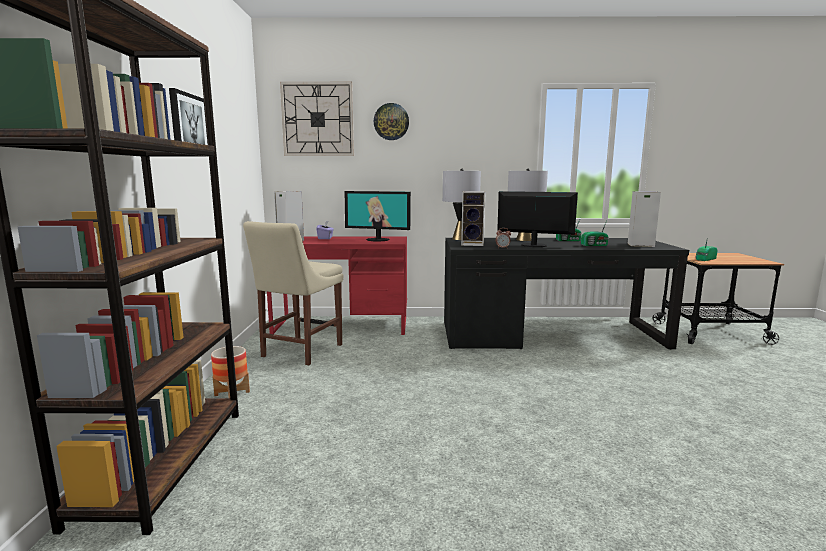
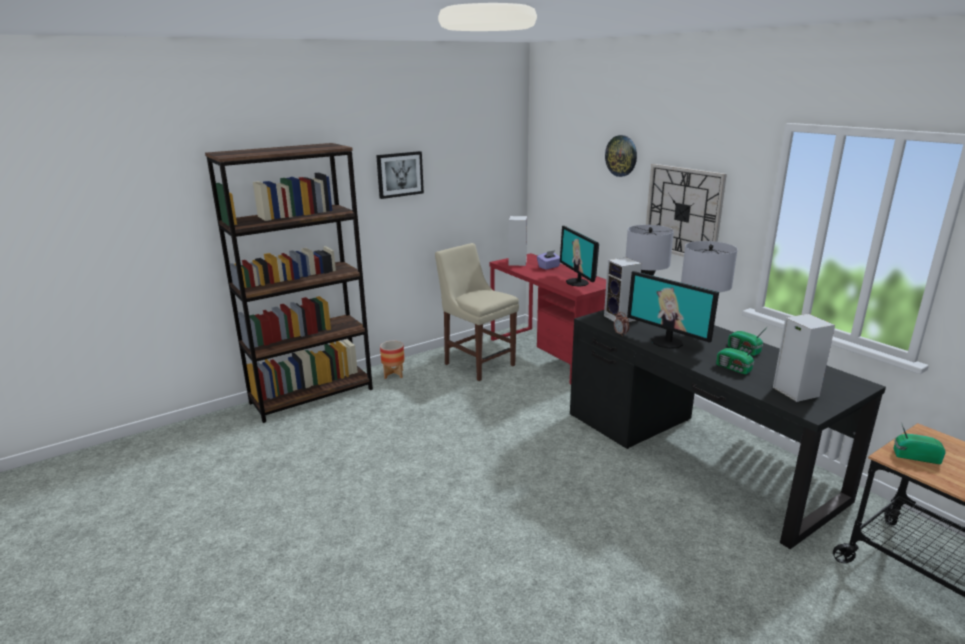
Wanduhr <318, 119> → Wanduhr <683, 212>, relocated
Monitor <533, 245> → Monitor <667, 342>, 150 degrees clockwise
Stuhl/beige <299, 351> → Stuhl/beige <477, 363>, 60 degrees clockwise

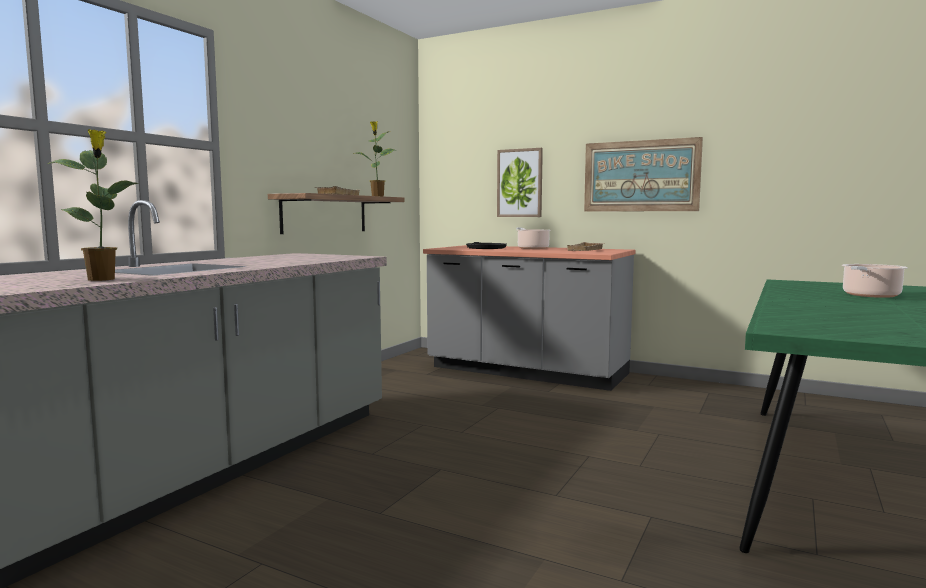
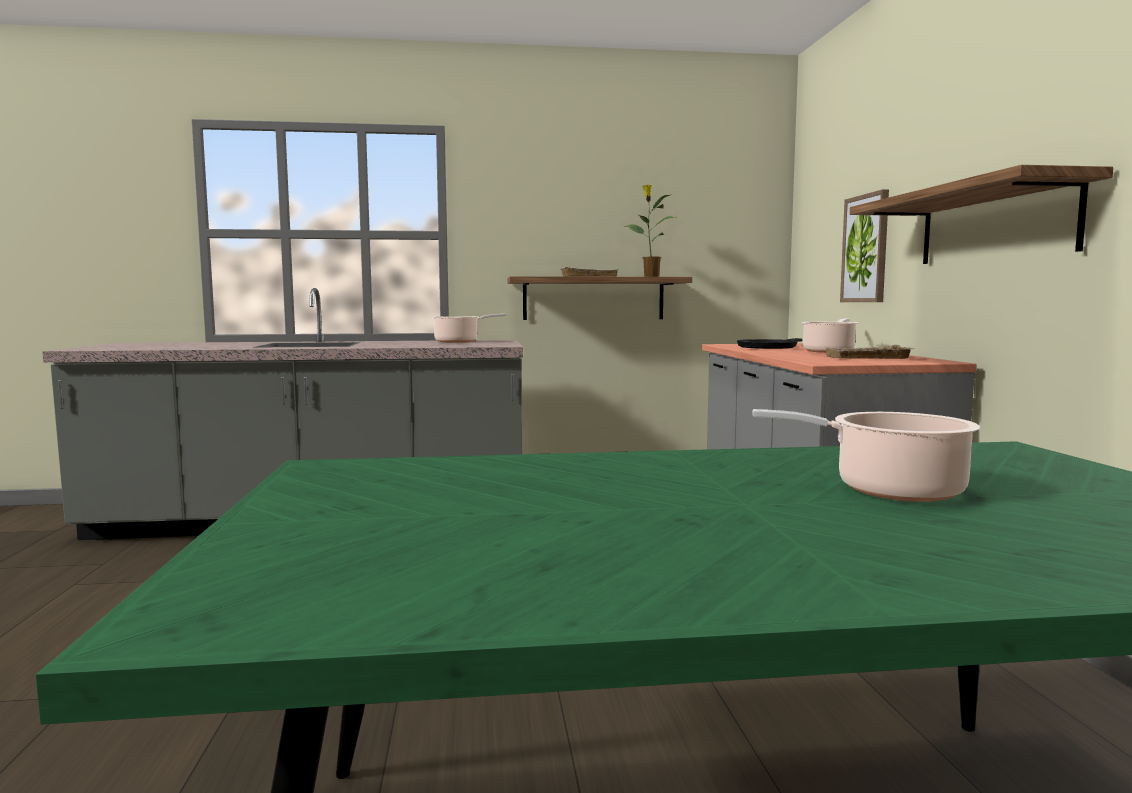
Topfpflanze <103, 279> → -
Bild <640, 176> → Wandregal <994, 224>
- → Kochtopf <459, 341>

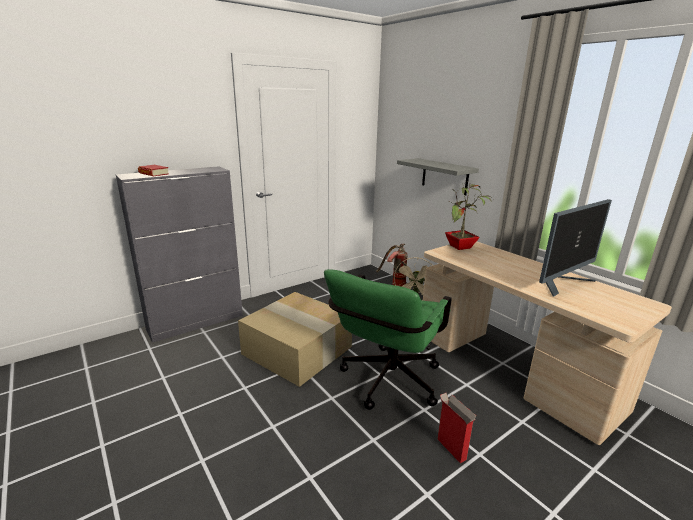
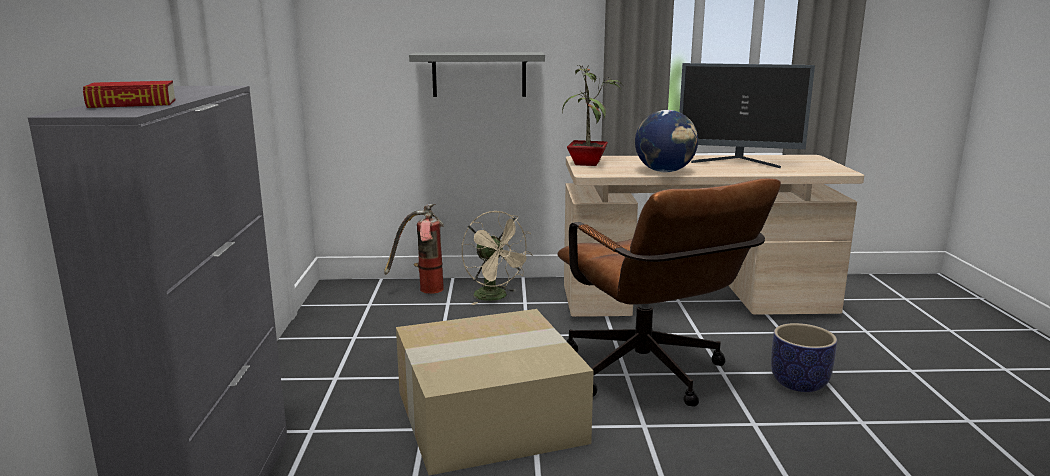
Monitor <562, 283> → Monitor <738, 162>, 105 degrees clockwise
Bürostuhl/grün <386, 383> → Bürostuhl/braun <650, 377>
Karton <450, 448> → Pflanzkübel <799, 383>
- → Globus <665, 171>

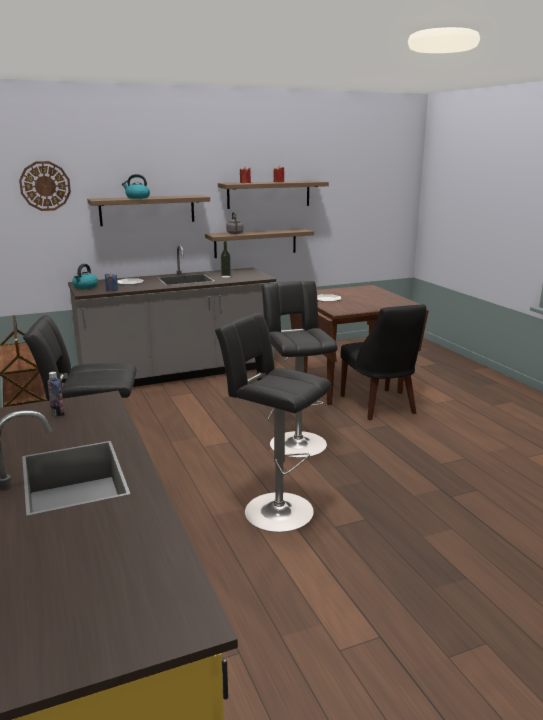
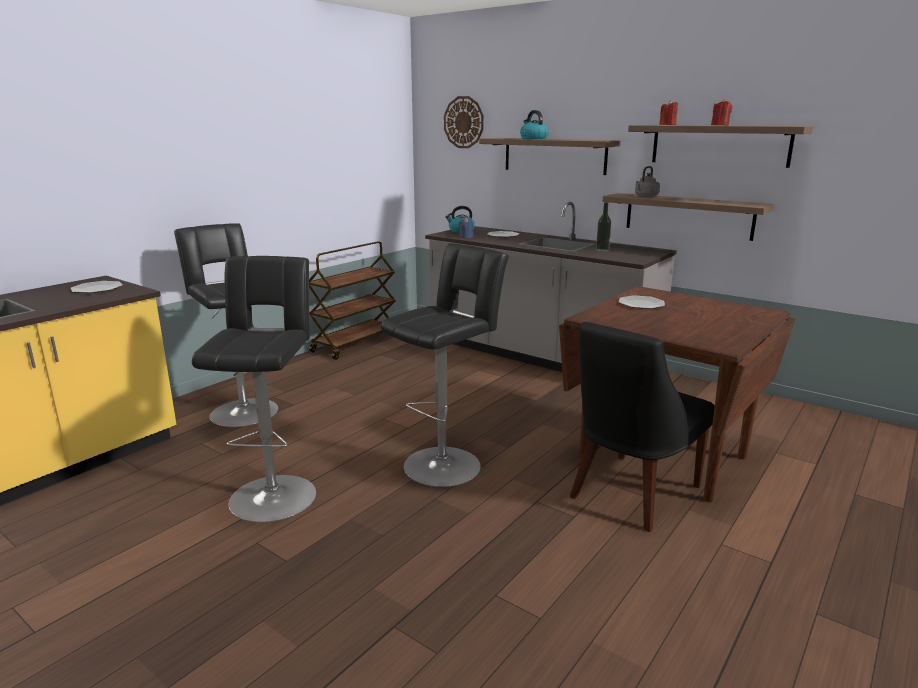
Flasche <57, 413> → Teller <97, 288>

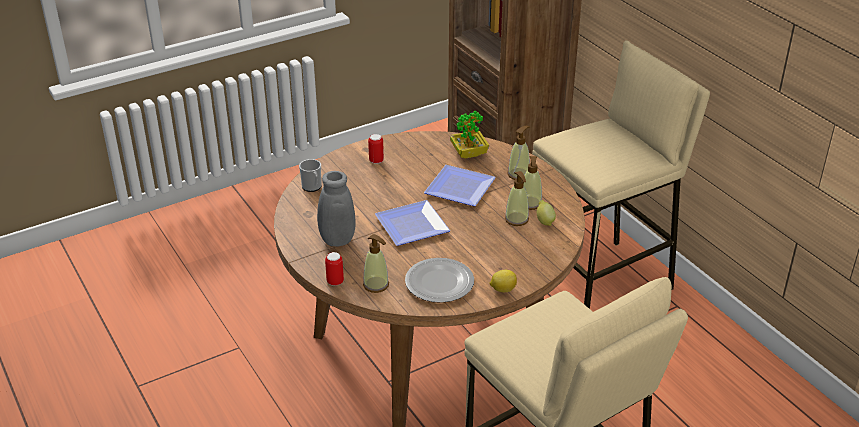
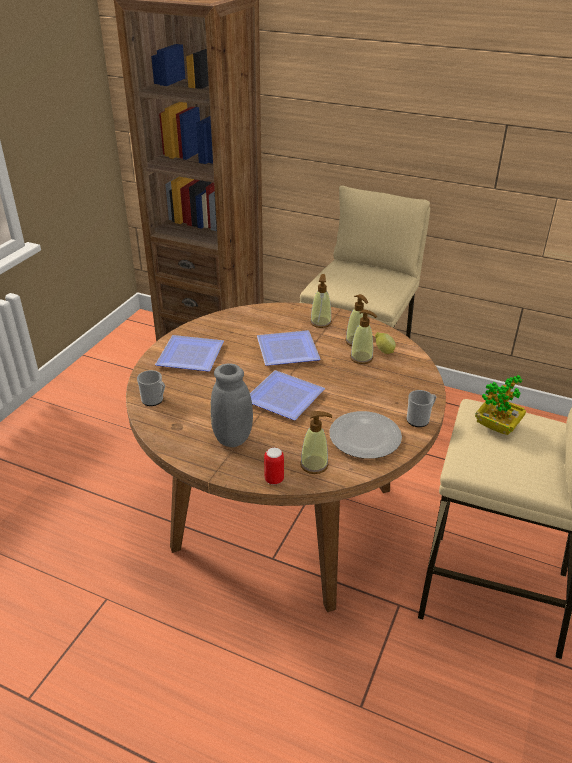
Topfpflanze <469, 153> → Topfpflanze <497, 426>, relocated
Dose <376, 161> → Teller <189, 354>
Zitrone <502, 289> → Henkelbecher <420, 419>

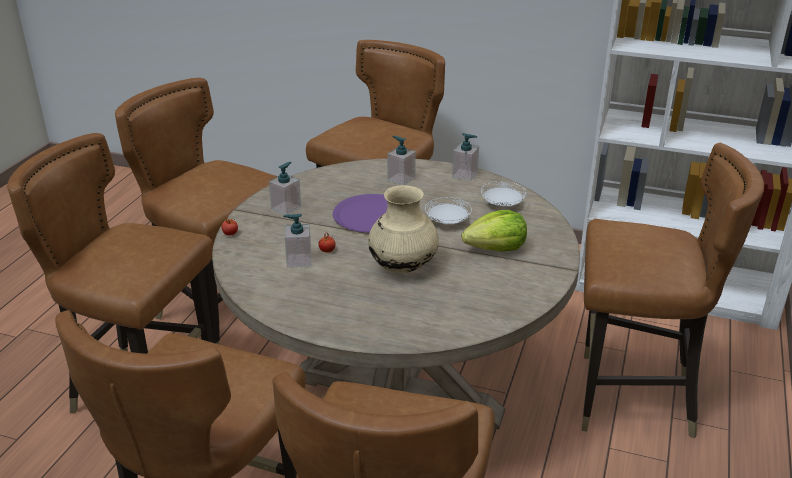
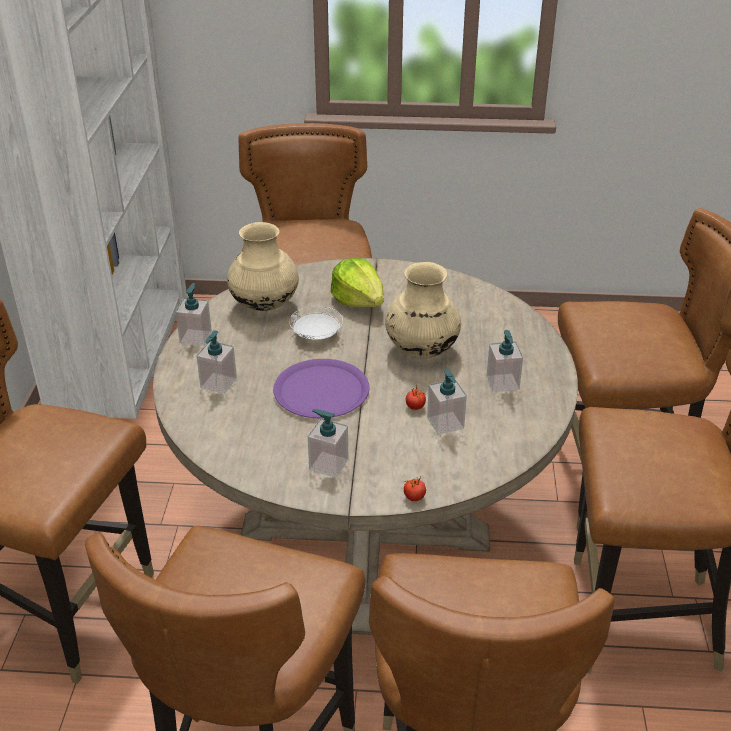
Teller/weiß <502, 205> → Vase/beige <265, 305>
- → Seifenspender <502, 383>

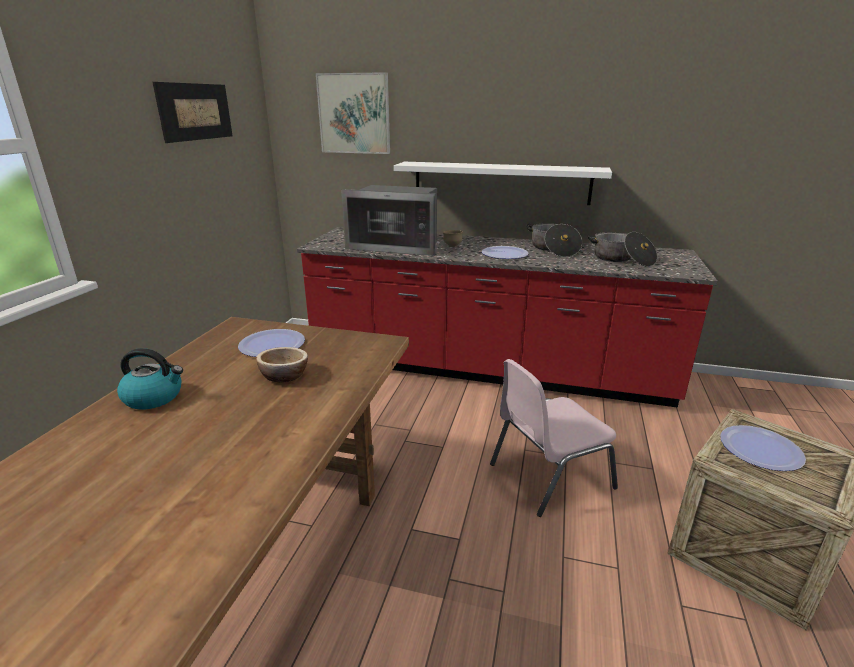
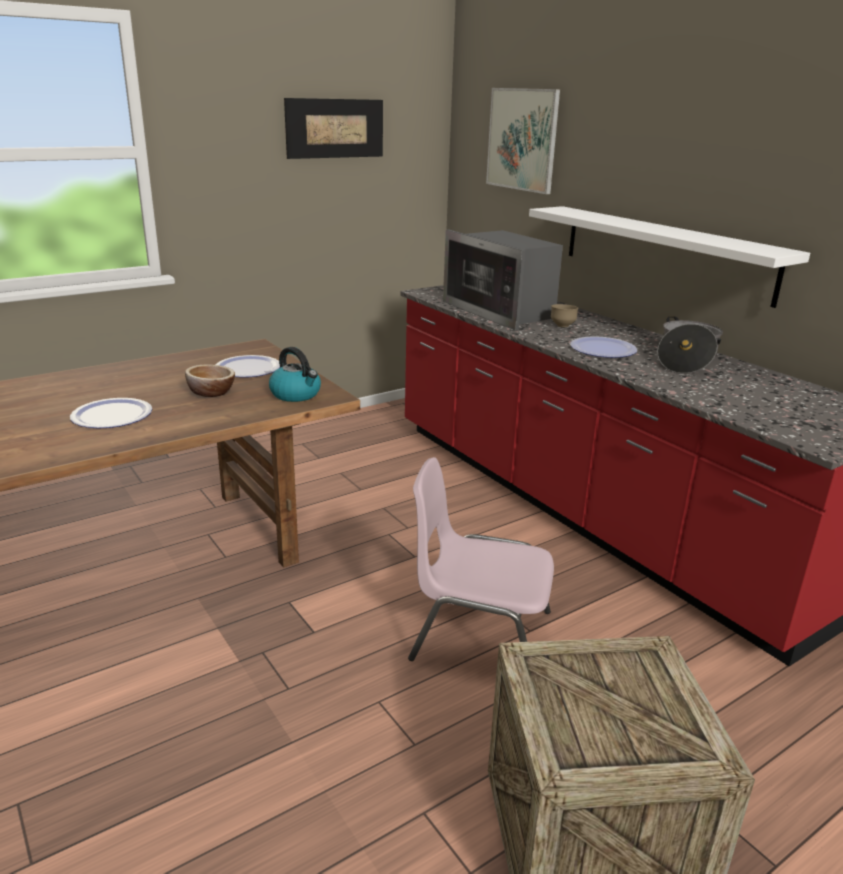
Kochtopf <621, 259> → -
Wasserkessel <154, 397> → Wasserkessel <296, 394>, relocated
Teller <760, 449> → Teller <111, 415>, relocated

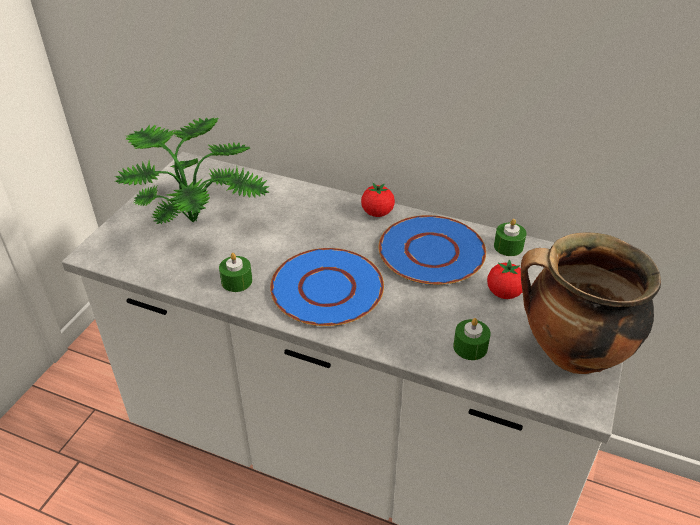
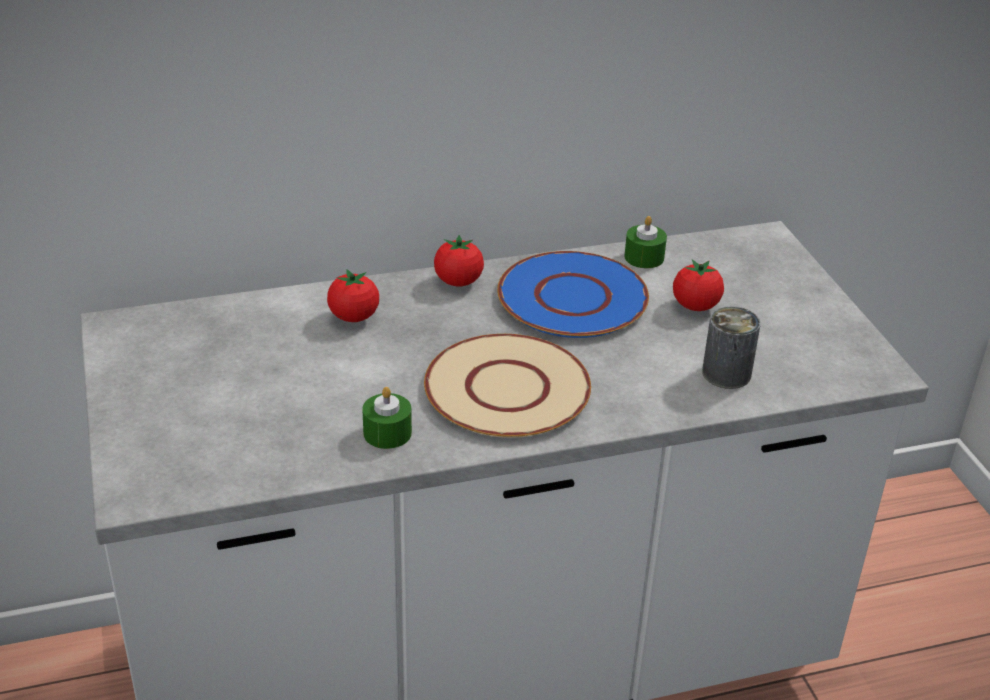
Topfpflanze <198, 216> → -
Kochtopf <570, 354> → -
Teller/blau <327, 289> → Teller/beige <508, 389>
Kerze/grün <470, 347> → Dose <726, 373>
- → Tomate <354, 317>

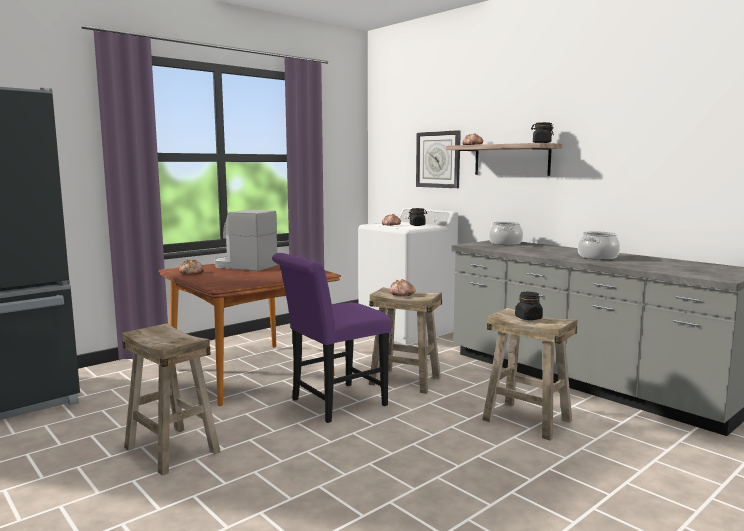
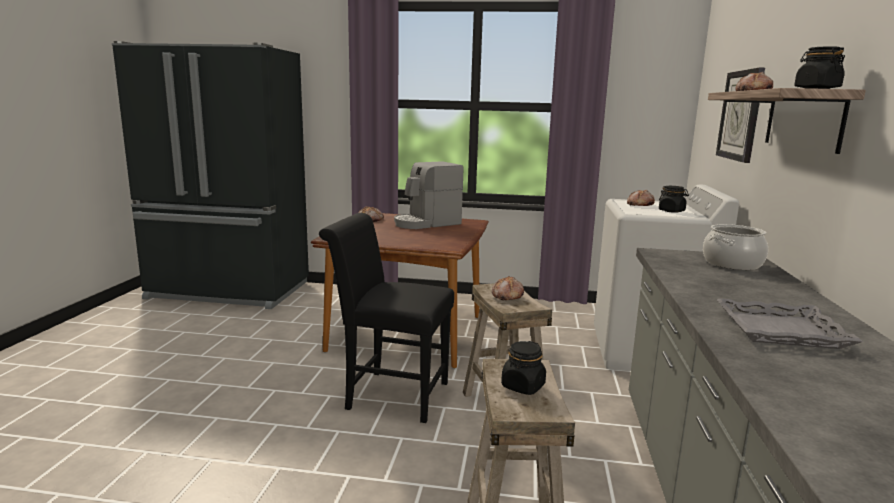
Kaffeemaschine <244, 266> → Kaffeemaschine <426, 223>, 105 degrees counterclockwise
Kochtopf <598, 257> → Tablett/grau <780, 331>
Stuhl/lila <333, 404> → Stuhl/schwarz <390, 394>
Hocker/beige <172, 449> → -

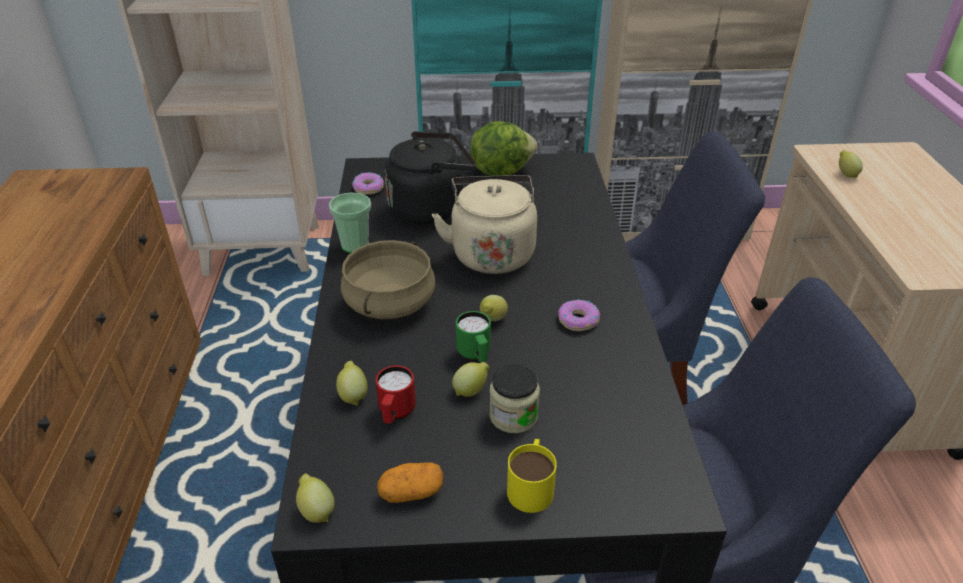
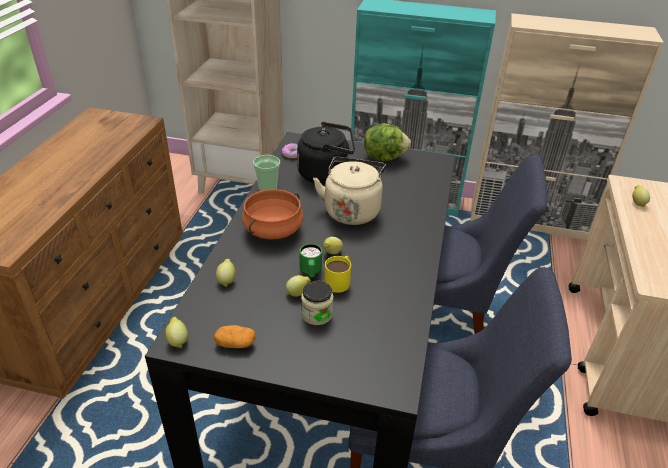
Kochtopf/beige <390, 303> → Kochtopf/orange <273, 230>
Donut <578, 320> → -
Henkelbecher/rot <395, 414> → -
Henkelbecher/gelb <531, 484> → Henkelbecher/gelb <339, 280>, relocated

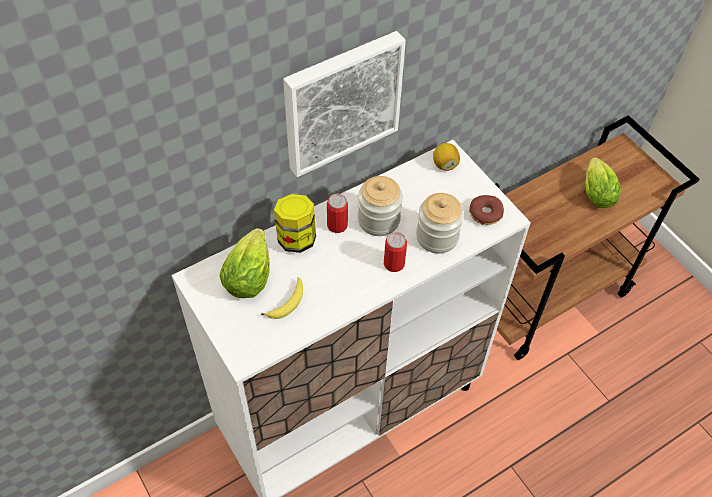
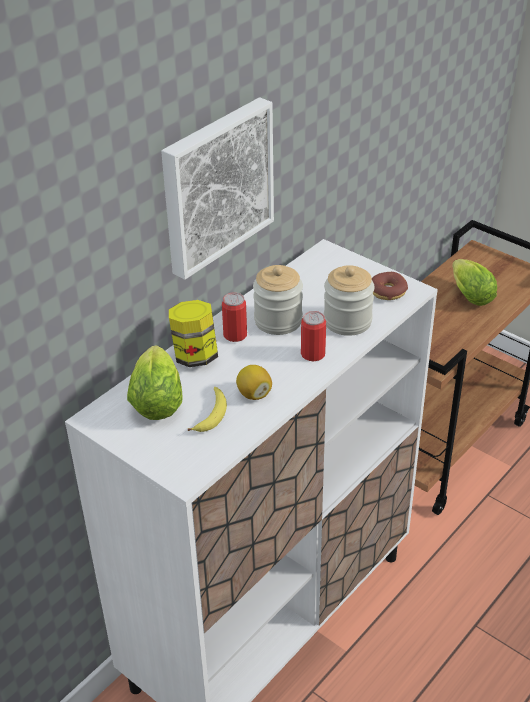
Zitrone <444, 164> → Zitrone <254, 394>, relocated

